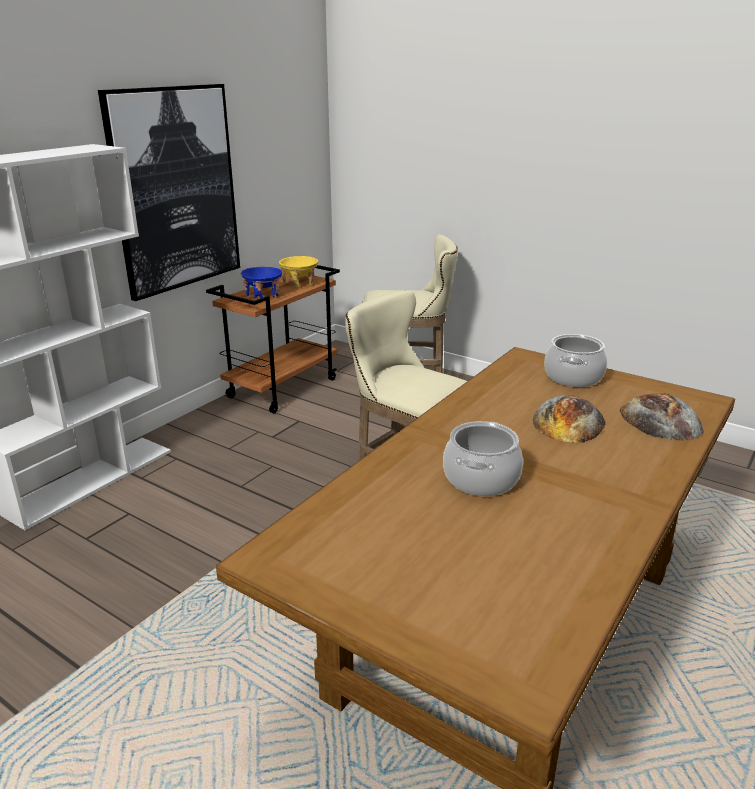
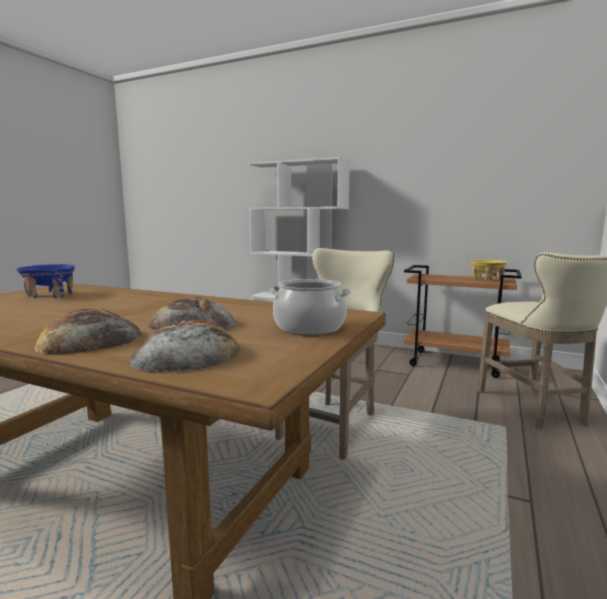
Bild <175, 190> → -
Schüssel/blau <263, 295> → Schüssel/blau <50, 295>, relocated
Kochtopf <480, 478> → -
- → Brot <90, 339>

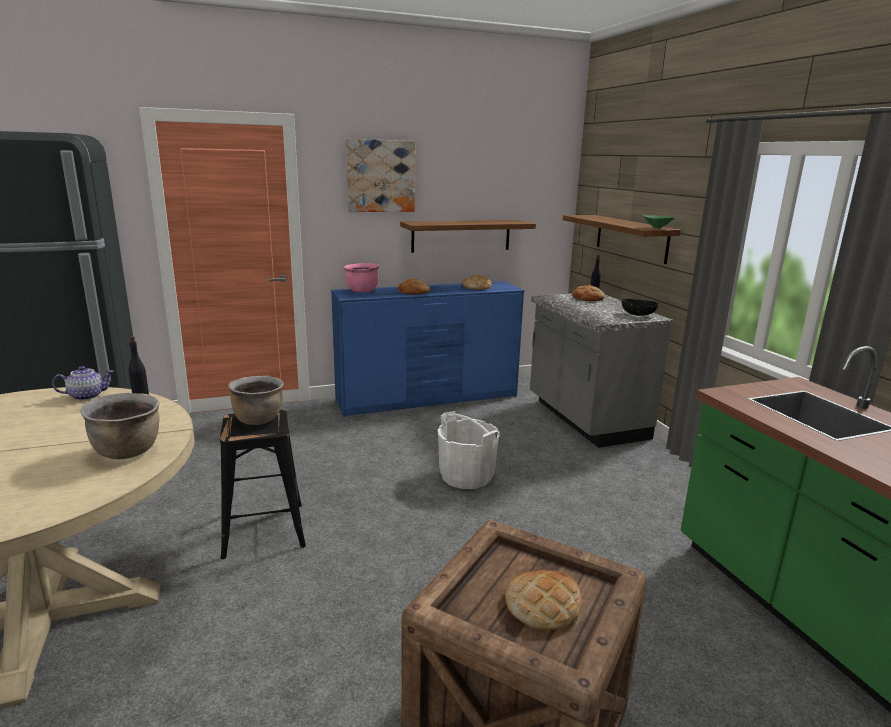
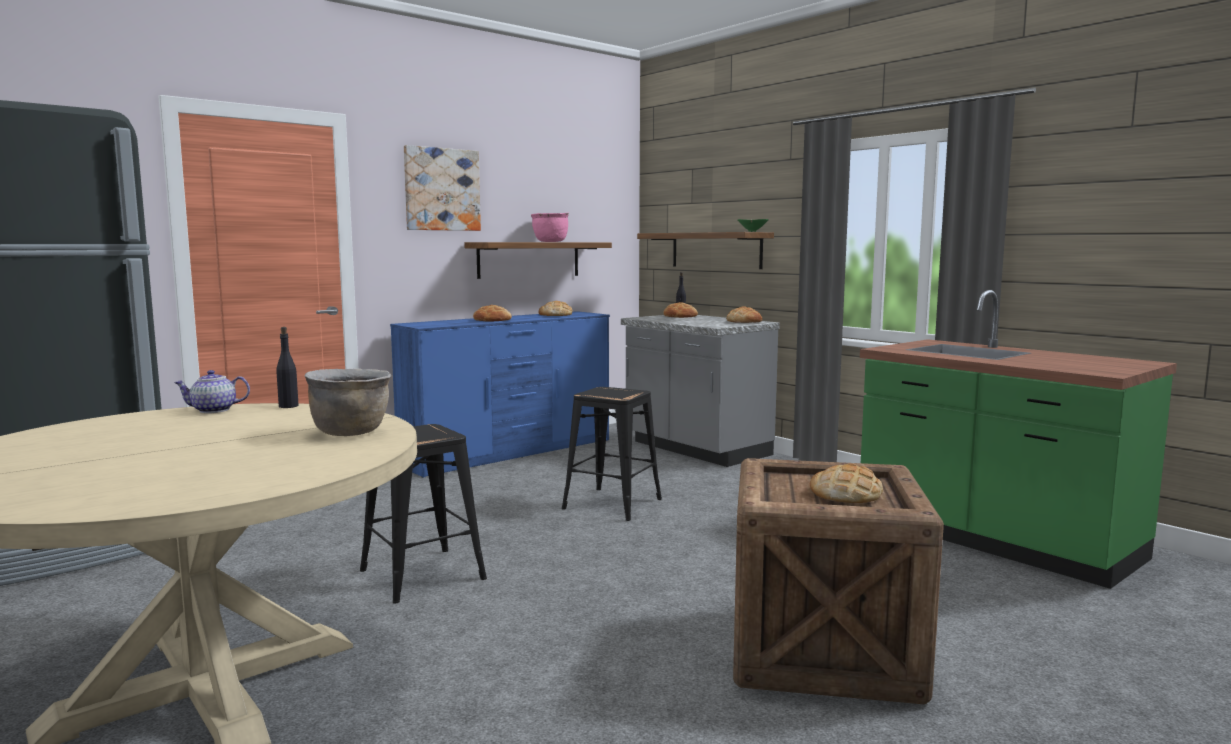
Kochtopf/rosa <362, 291> → Kochtopf/rosa <550, 242>, relocated
Schüssel/schwarz <638, 315> → Brot <744, 321>
Teekanne <87, 396> → Teekanne <213, 410>, 150 degrees counterclockwise
Kochtopf/braun <258, 419> → -
Eimer/weiß <466, 476> → Hocker/schwarz <613, 503>

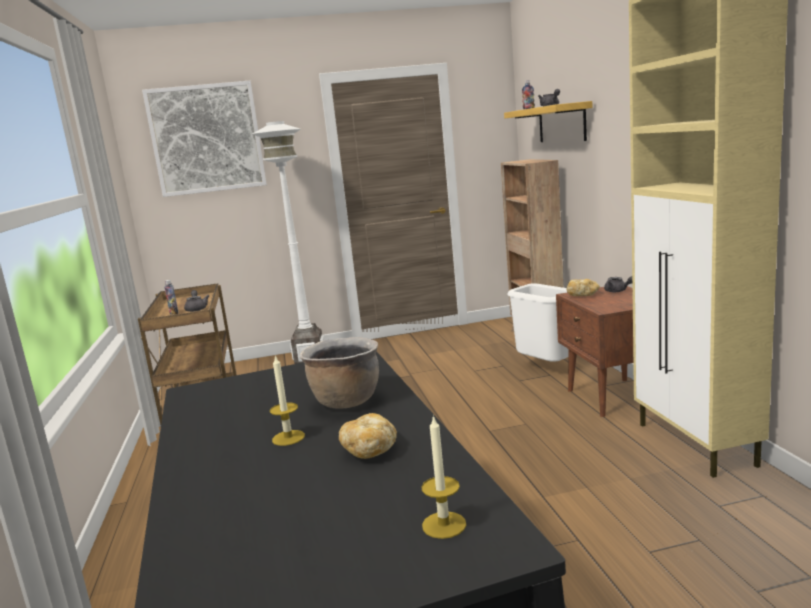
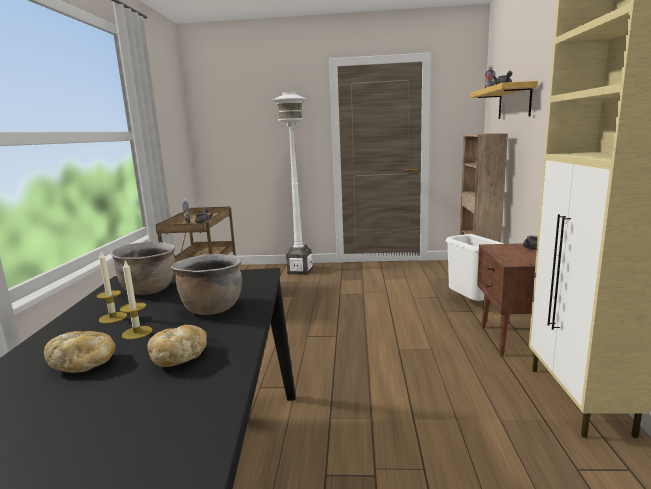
Bild <206, 139> → -
Brot <582, 295> → Brot <85, 364>, relocated
Kerze <444, 525> → Kerze <113, 317>, relocated
- → Kochtopf/braun <150, 290>

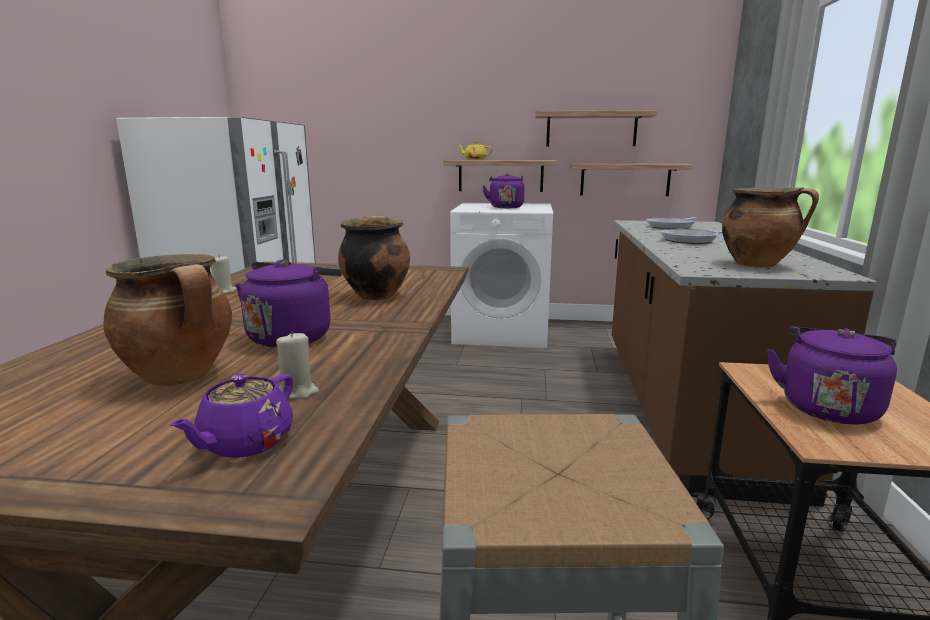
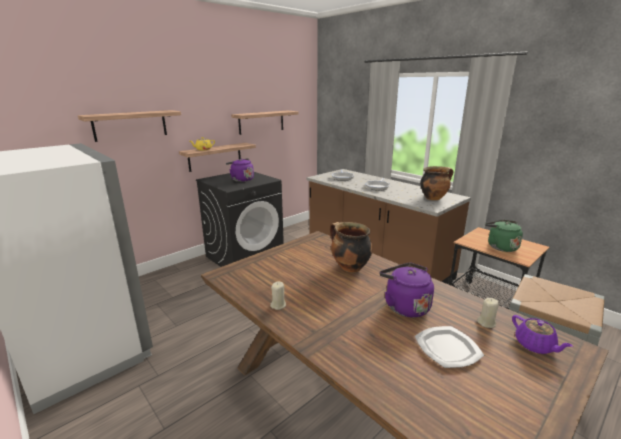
Wandregal <625, 179> → Wandregal <130, 125>, relocated
Waschmaschine/weiß <502, 332> → Waschmaschine/schwarz <245, 256>
Kochtopf <182, 377> → Teller <447, 347>
Wasserkessel/lila <827, 407> → Wasserkessel/grün <500, 247>

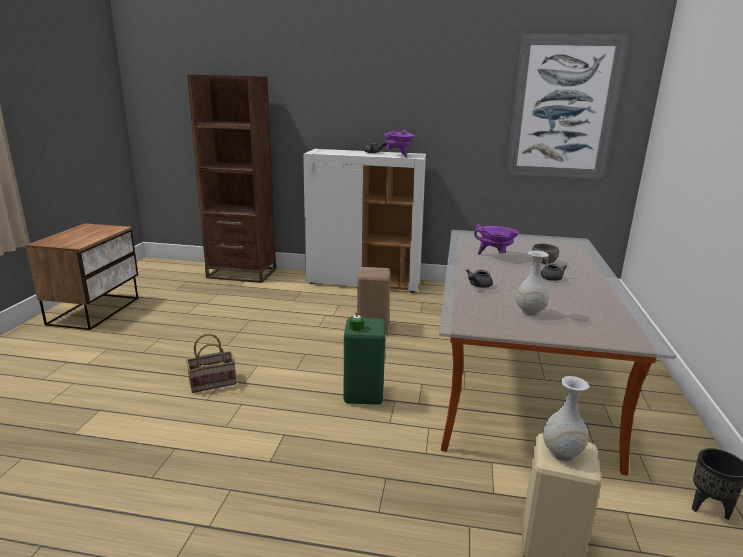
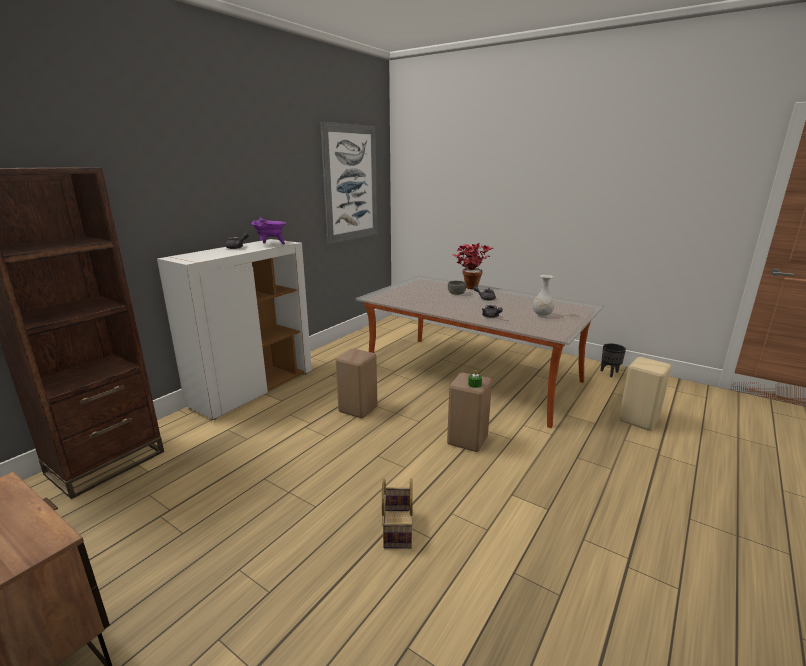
Kochtopf/lila <495, 255> → -
Hocker/grün <362, 393> → Hocker/beige <466, 441>
Vase/weiß <562, 453> → -
- → Topfpflanze <469, 286>

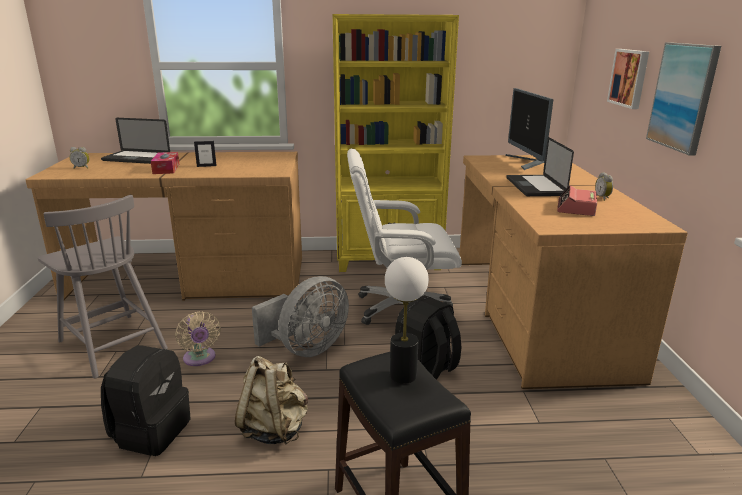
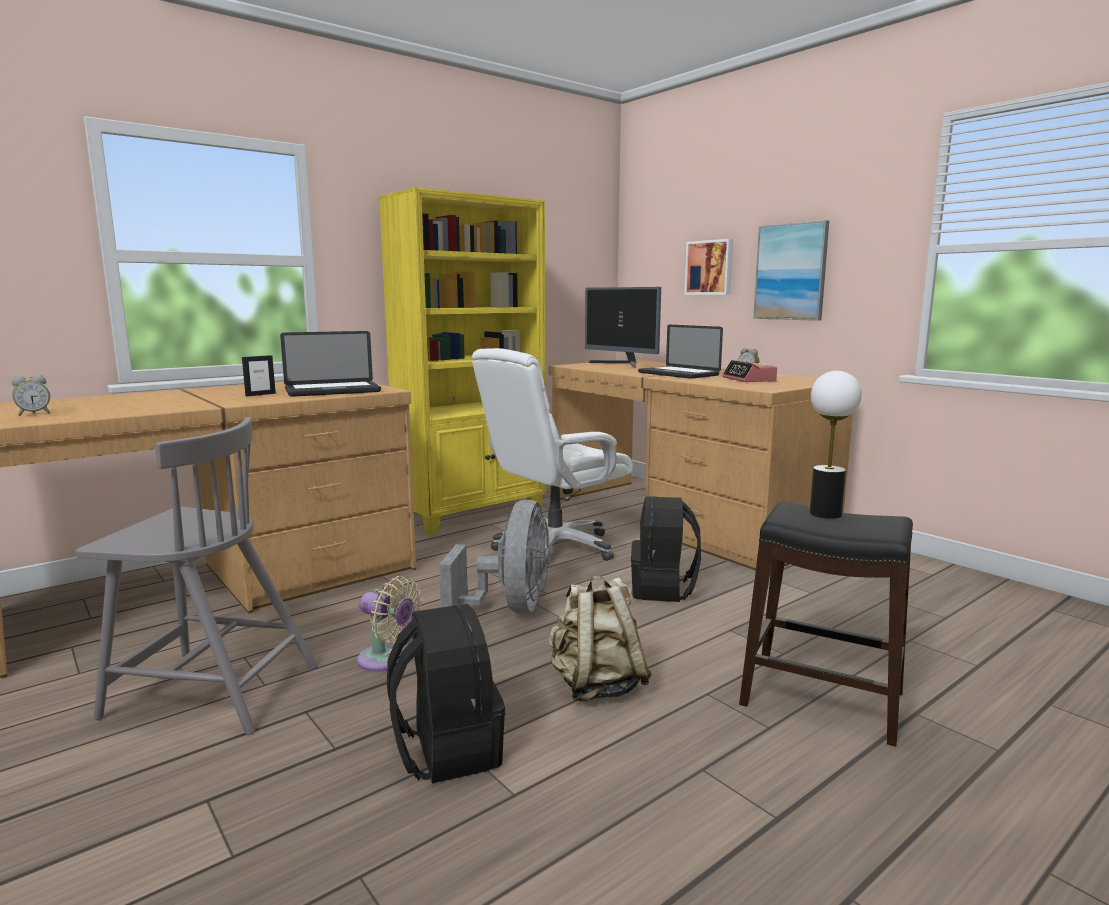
Laptop <136, 158> → Laptop <332, 391>, relocated
Taschentuchbox <166, 169> → -

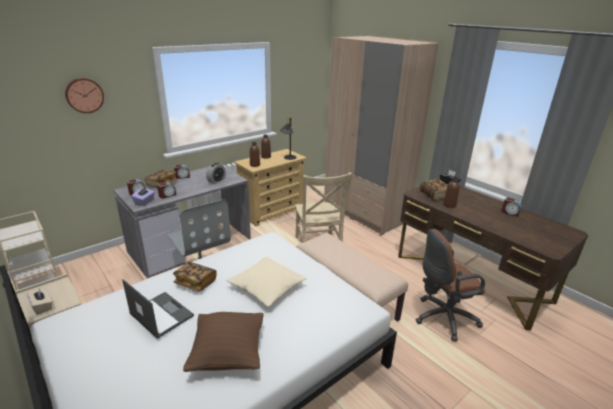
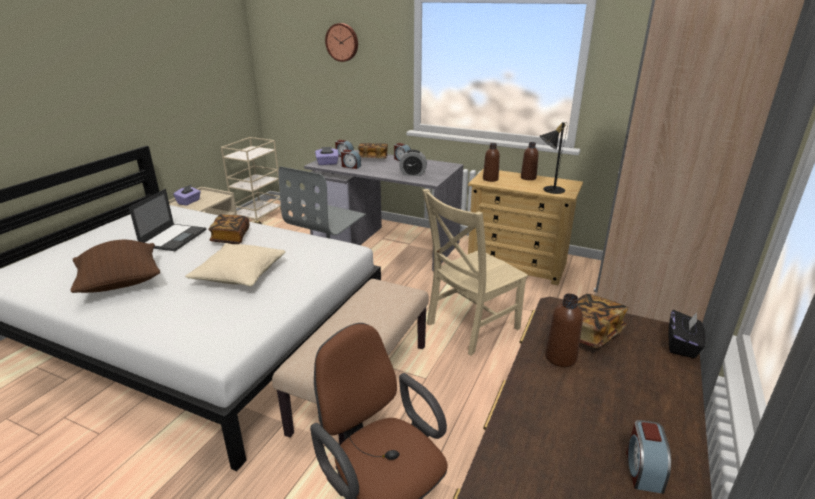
Taschentuchbox/beige <42, 306> → Taschentuchbox/lila <189, 202>

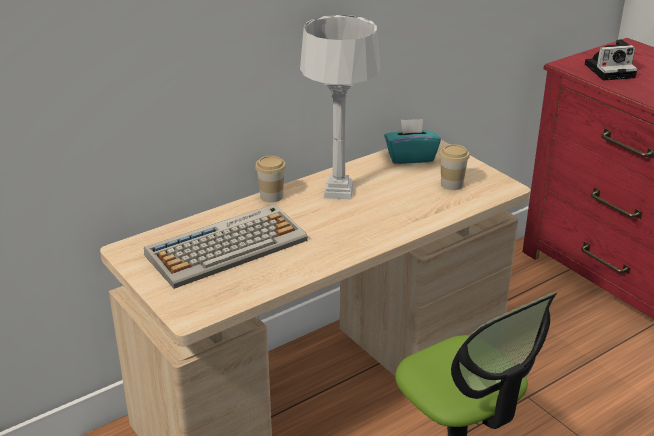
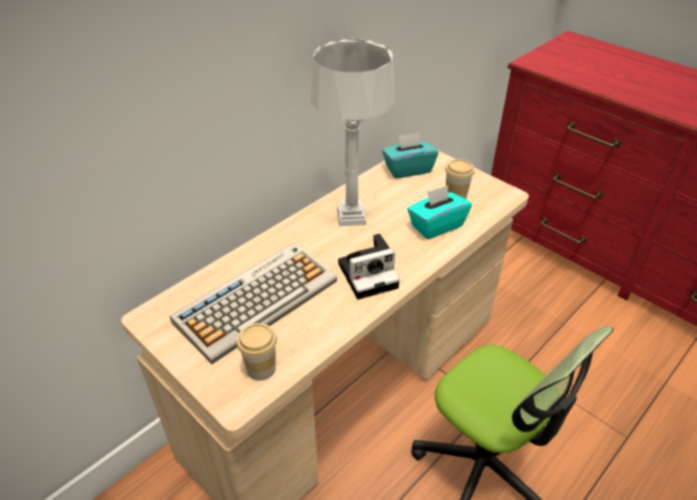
Kamera <611, 70> → Kamera <369, 274>, relocated
Tasse <271, 196> → Tasse <261, 368>, relocated
- → Taschentuchbox/türkis <436, 225>

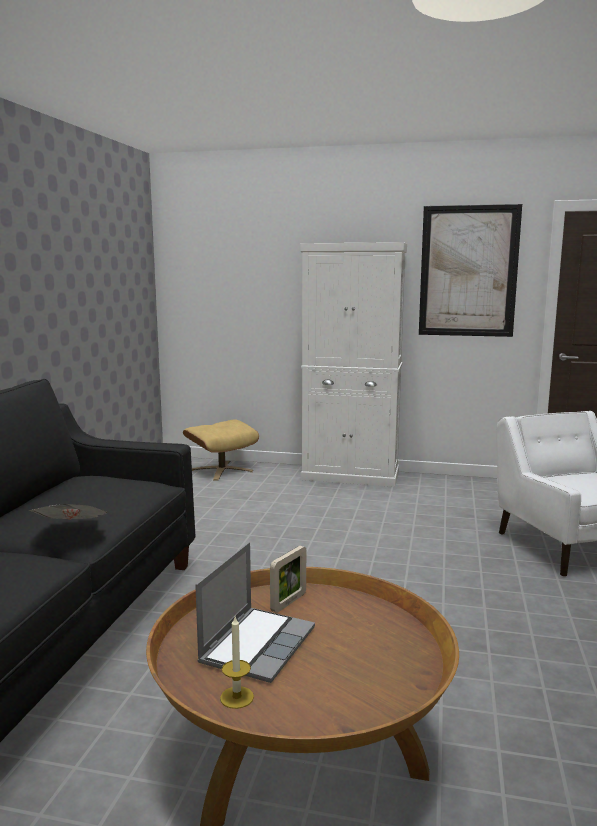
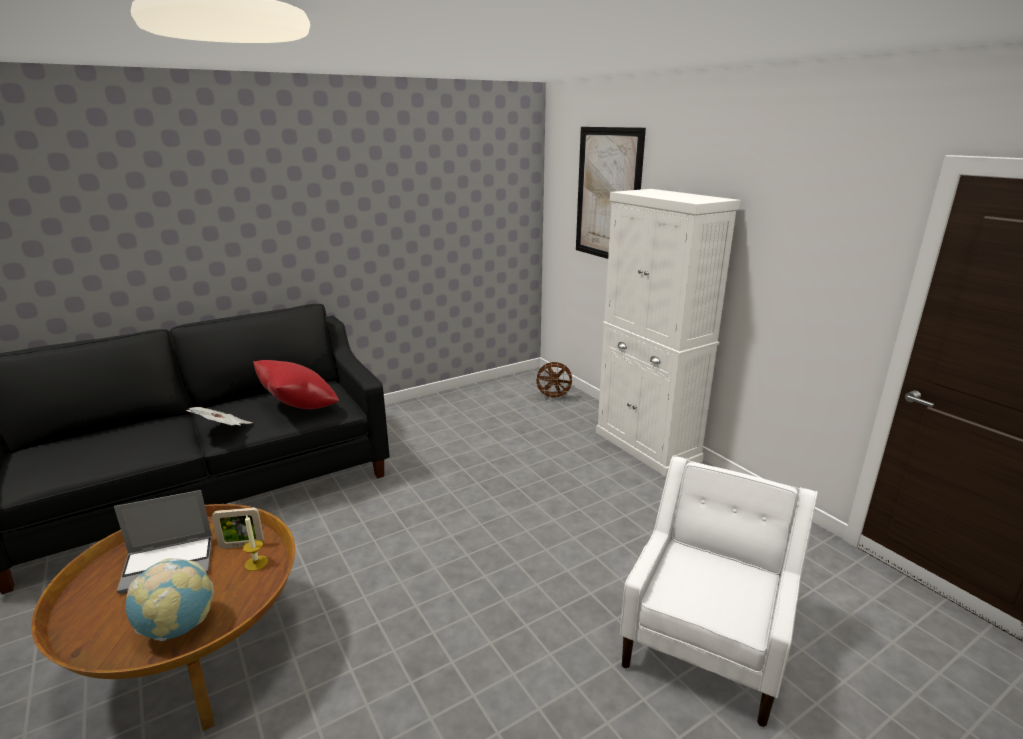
Bild <468, 271> → Bild <607, 194>, relocated
Polsterhocker/beige <222, 470> → Ventilator/braun <553, 397>
Kerze <237, 697> → Kerze <256, 563>, relocated
- → Kissen/rot <299, 407>
- → Globus <178, 627>

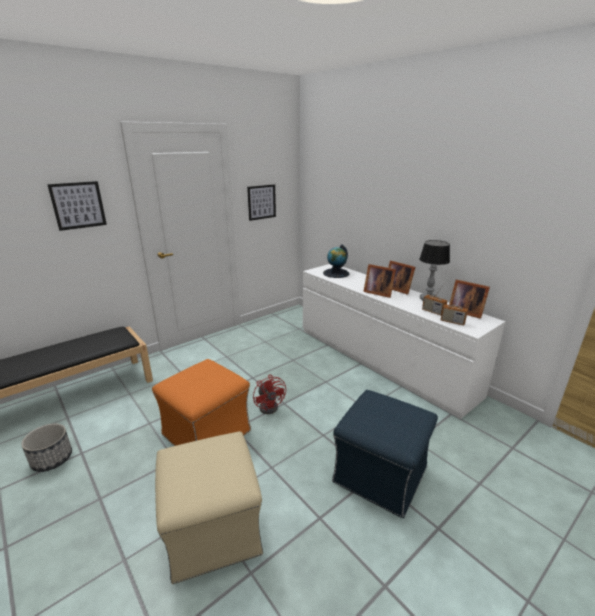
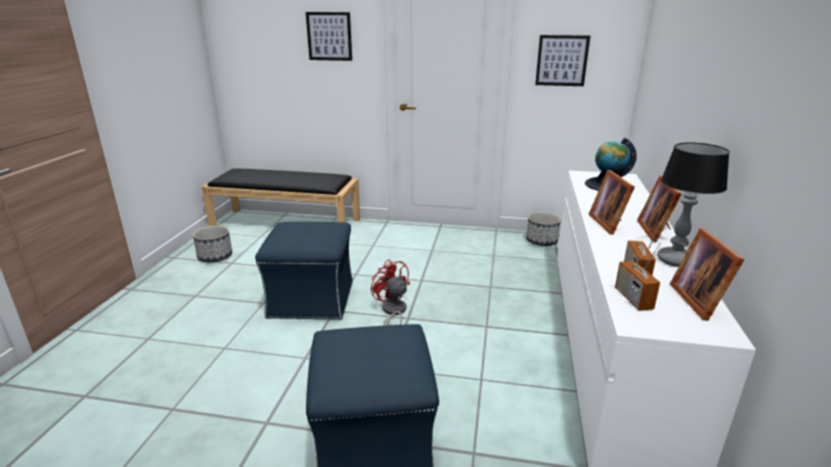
Polsterhocker/orange <207, 432> → Polsterhocker/blau <312, 299>
Ventilator/rot <270, 405> → Ventilator/rot <392, 312>, 120 degrees clockwise
Polsterhocker/beige <213, 530> → -
- → Pflanzkübel <542, 241>

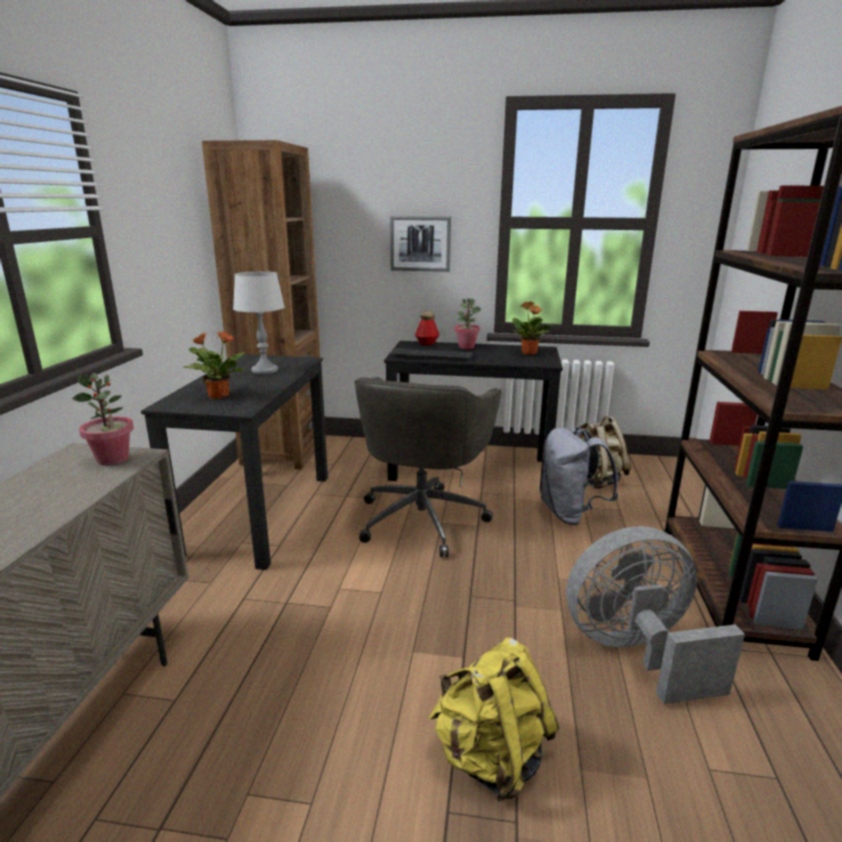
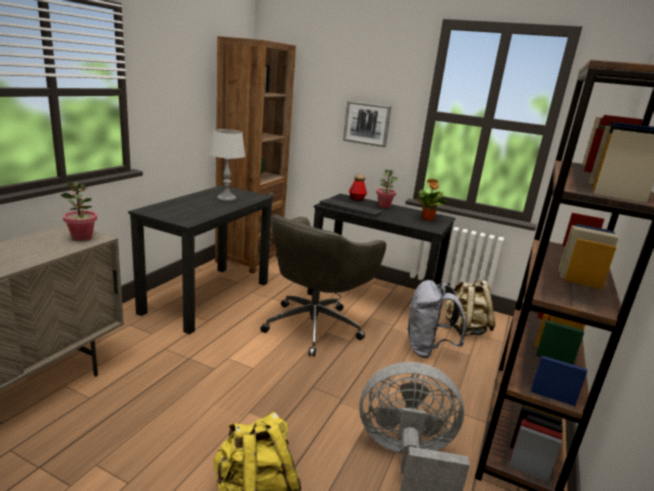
Topfpflanze <218, 396> → -

